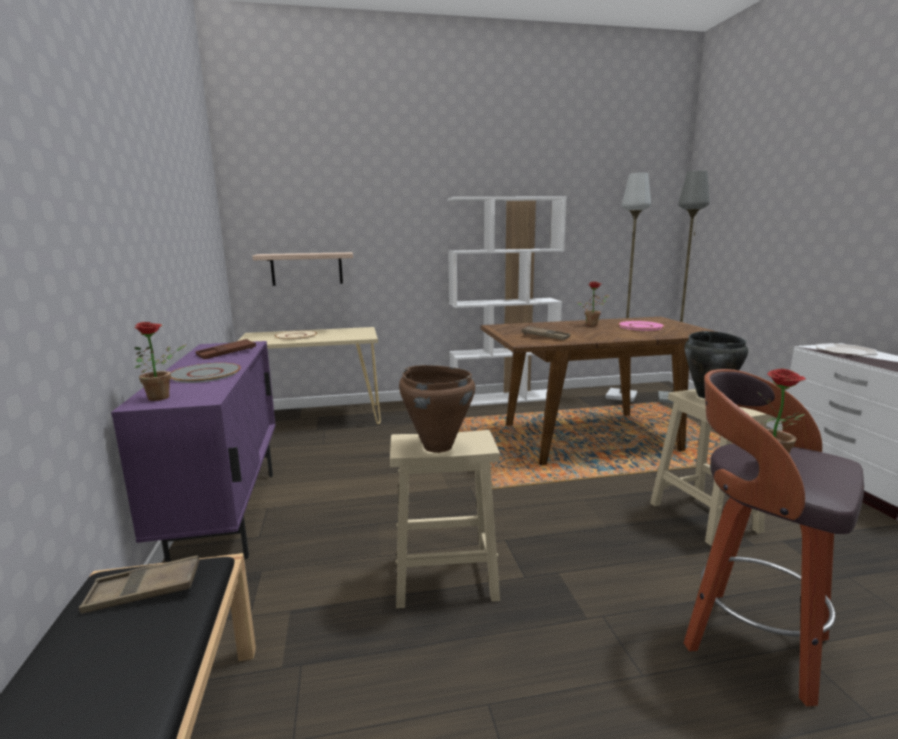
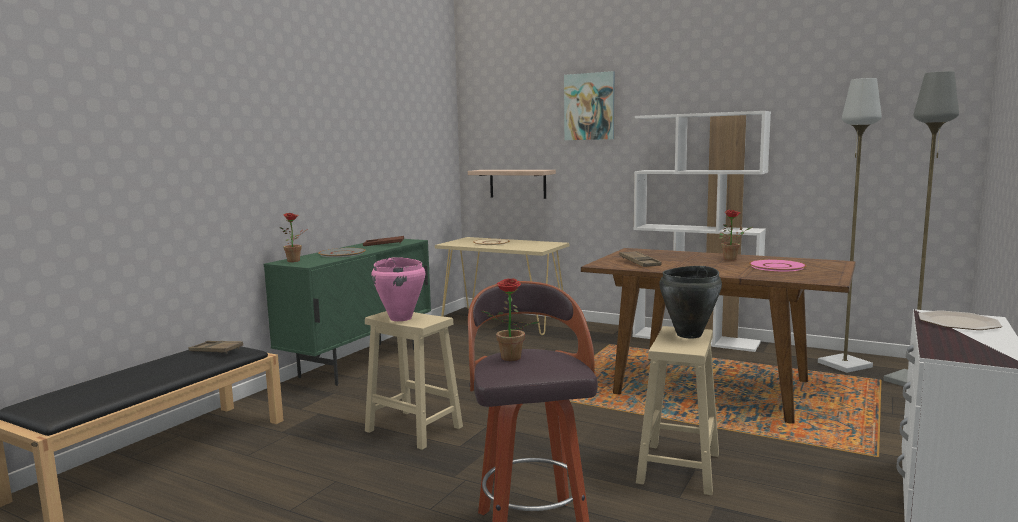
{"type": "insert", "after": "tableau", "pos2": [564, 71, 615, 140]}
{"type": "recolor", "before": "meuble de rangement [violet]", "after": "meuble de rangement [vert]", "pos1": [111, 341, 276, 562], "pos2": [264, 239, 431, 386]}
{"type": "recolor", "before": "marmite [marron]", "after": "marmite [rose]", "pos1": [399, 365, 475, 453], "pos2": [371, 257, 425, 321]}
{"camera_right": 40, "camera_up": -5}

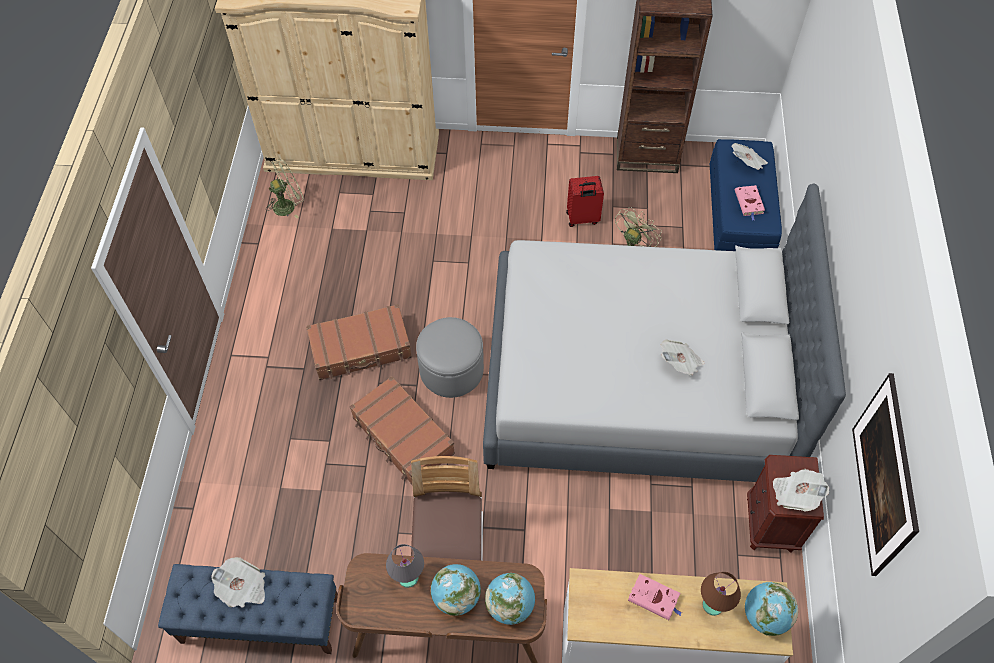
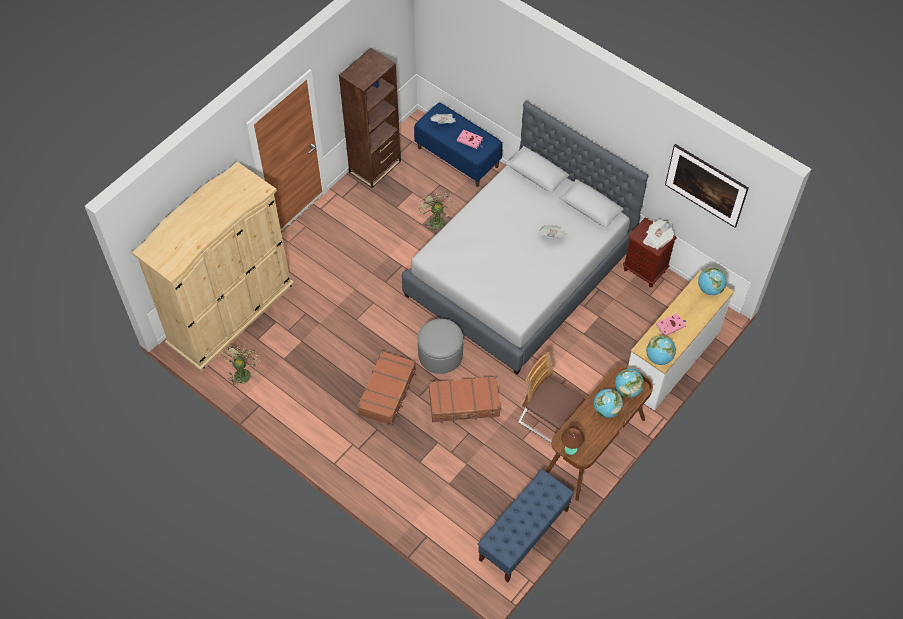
{"type": "delete", "before": "journal", "pos1": [211, 557, 265, 607]}
{"type": "delete", "before": "lampe de table [gris]", "pos1": [386, 544, 424, 588]}
{"type": "delete", "before": "valise [rouge]", "pos1": [566, 176, 604, 227]}
{"type": "insert", "after": "globe", "pos2": [646, 336, 676, 365]}
{"type": "move", "before": "lampe de table [marron]", "pos1": [701, 572, 741, 616], "pos2": [561, 425, 584, 455]}
{"camera_right": -55, "camera_up": 0}

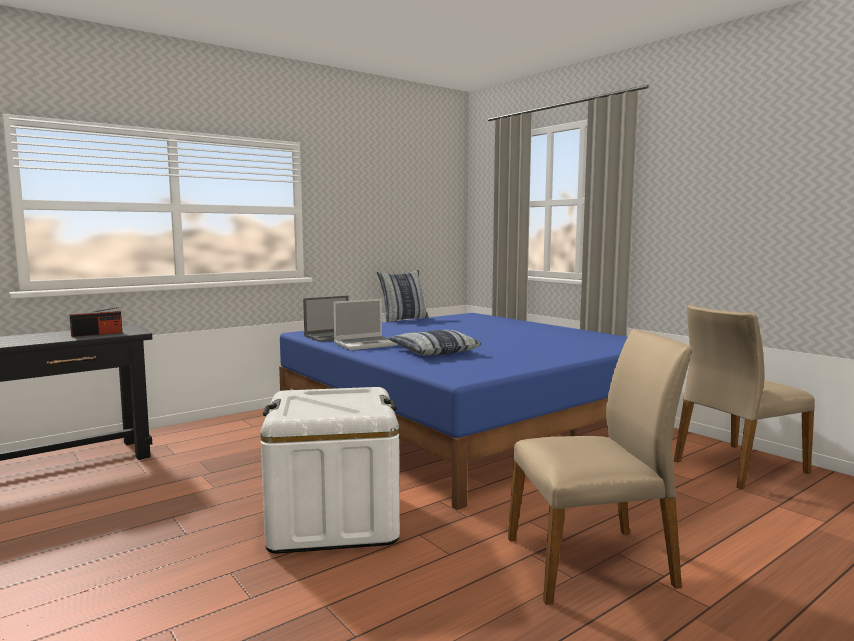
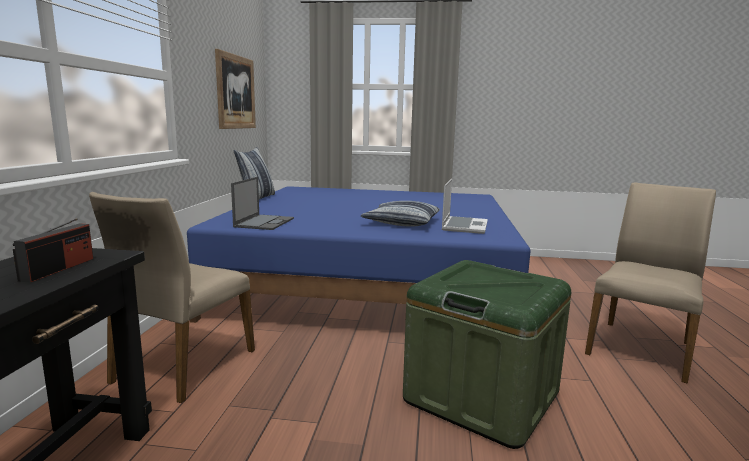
{"type": "insert", "after": "tableau", "pos2": [215, 49, 256, 129]}
{"type": "move", "before": "ordinateur portable", "pos1": [333, 299, 398, 350], "pos2": [442, 179, 488, 234]}
{"type": "move", "before": "chaise [beige]", "pos1": [674, 305, 815, 489], "pos2": [89, 192, 255, 403]}
{"type": "recolor", "before": "boîte de rangement [blanc]", "after": "boîte de rangement [vert]", "pos1": [260, 387, 400, 554], "pos2": [403, 260, 571, 449]}
{"camera_right": -45, "camera_up": 5}

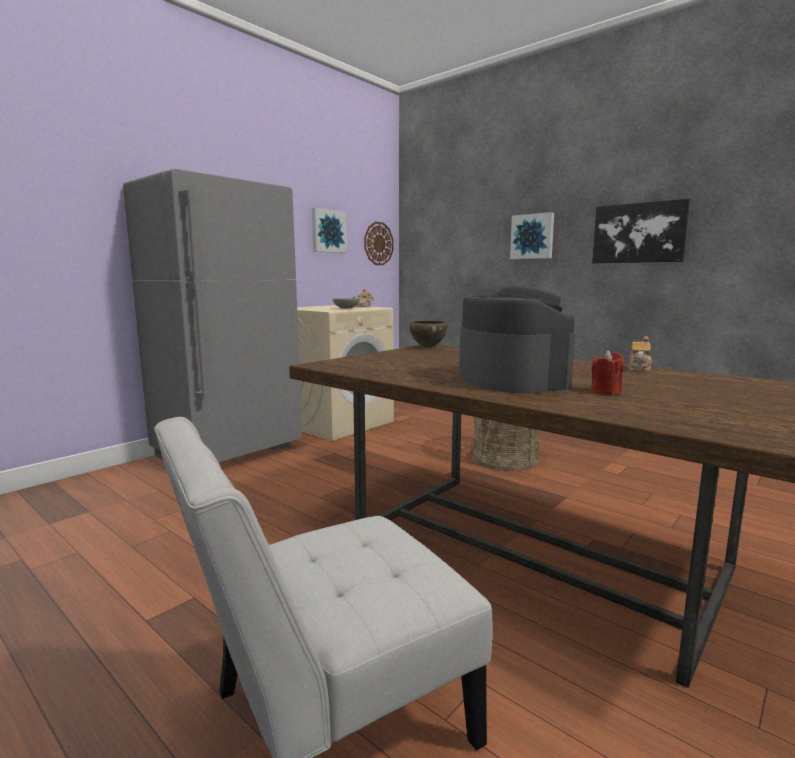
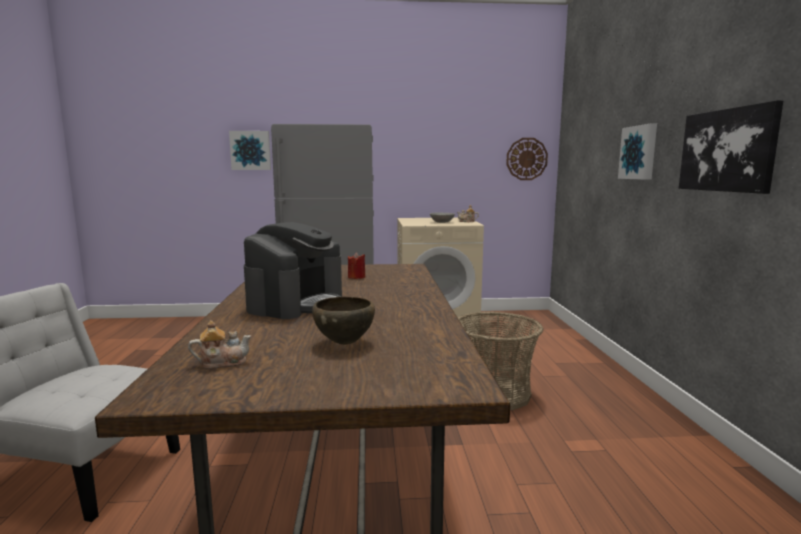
{"type": "move", "before": "tableau", "pos1": [312, 208, 347, 253], "pos2": [229, 131, 271, 170]}
{"type": "move", "before": "bol [marron]", "pos1": [410, 321, 447, 348], "pos2": [312, 297, 375, 345]}
{"type": "move", "before": "bougie [rouge]", "pos1": [591, 350, 624, 395], "pos2": [348, 252, 365, 279]}
{"type": "move", "before": "théière", "pos1": [627, 336, 652, 371], "pos2": [188, 320, 251, 369]}
{"camera_right": 45, "camera_up": 0}

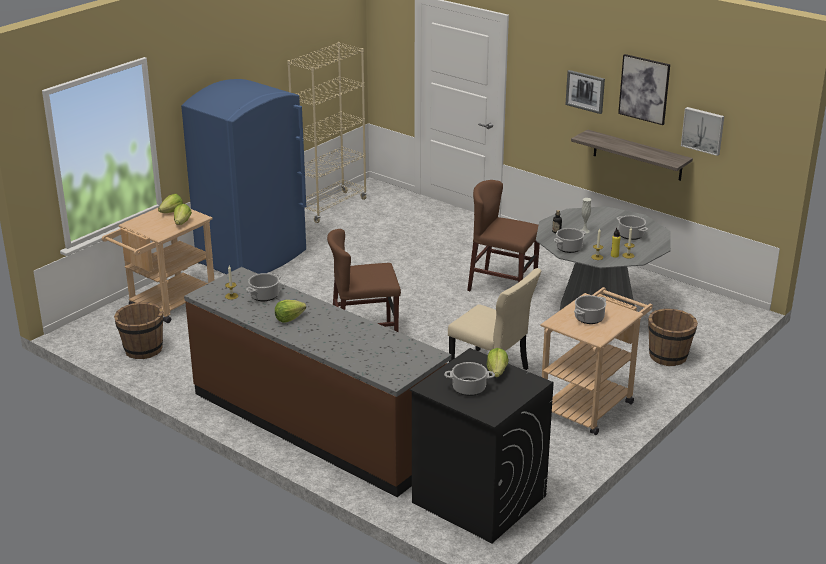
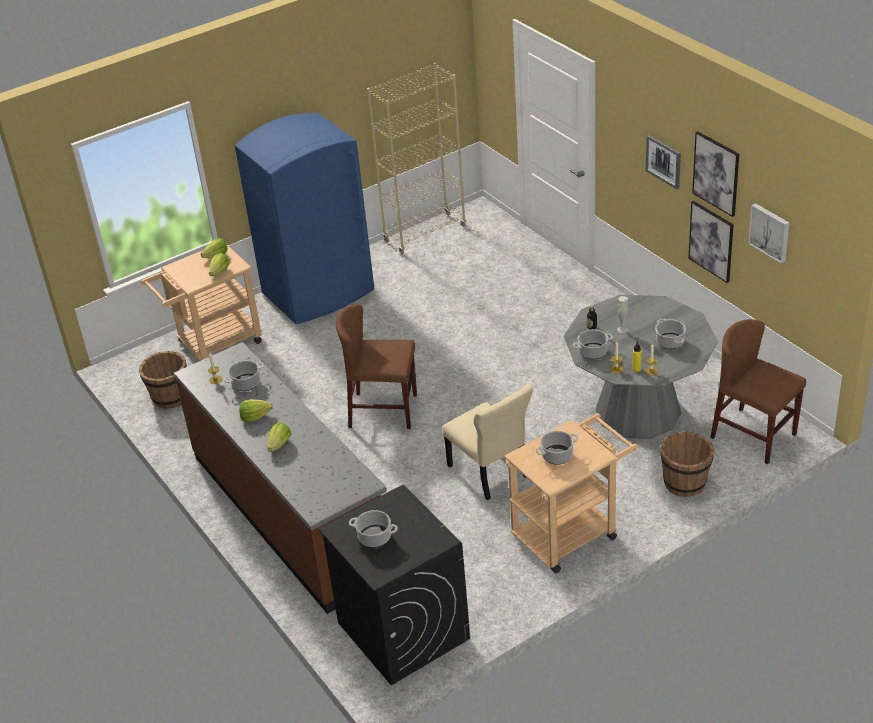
{"type": "move", "before": "chaise [marron]", "pos1": [467, 180, 540, 291], "pos2": [710, 319, 806, 464]}
{"type": "move", "before": "laitue", "pos1": [487, 348, 509, 377], "pos2": [267, 423, 291, 452]}
{"type": "replace", "before": "étagère", "after": "tableau", "pos1": [571, 130, 693, 181], "pos2": [688, 201, 734, 283]}
{"camera_right": 20, "camera_up": 10}

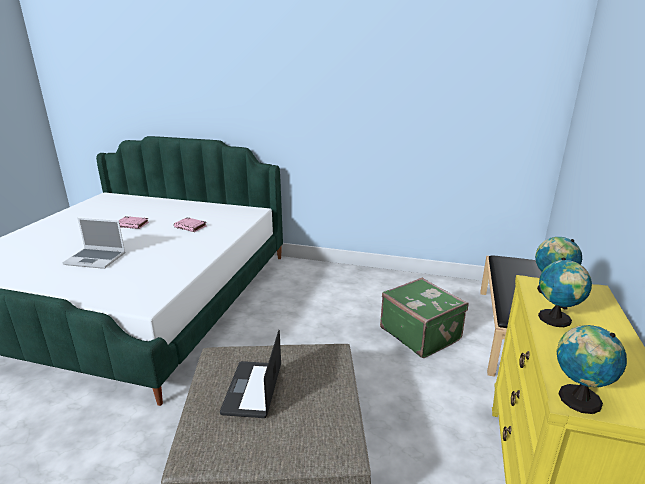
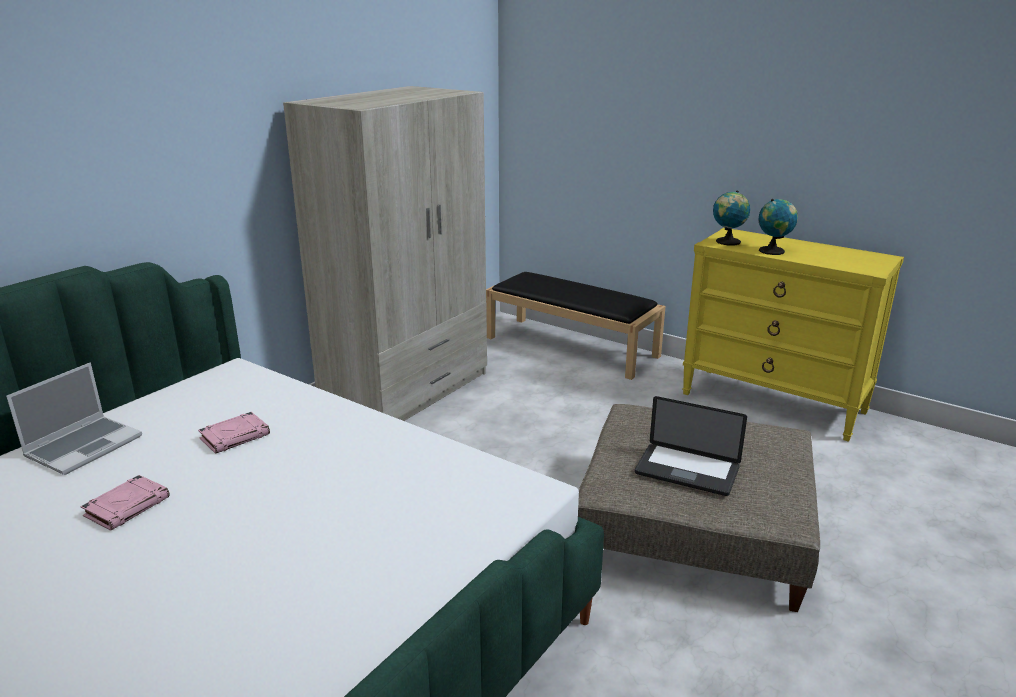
{"type": "delete", "before": "valise [vert]", "pos1": [380, 278, 468, 358]}
{"type": "delete", "before": "globe", "pos1": [557, 325, 627, 414]}
{"type": "insert", "after": "armoire [beige]", "pos2": [283, 86, 487, 421]}
{"type": "move", "before": "ordinateur portable", "pos1": [62, 218, 126, 269], "pos2": [6, 362, 142, 475]}
{"camera_right": -70, "camera_up": 0}

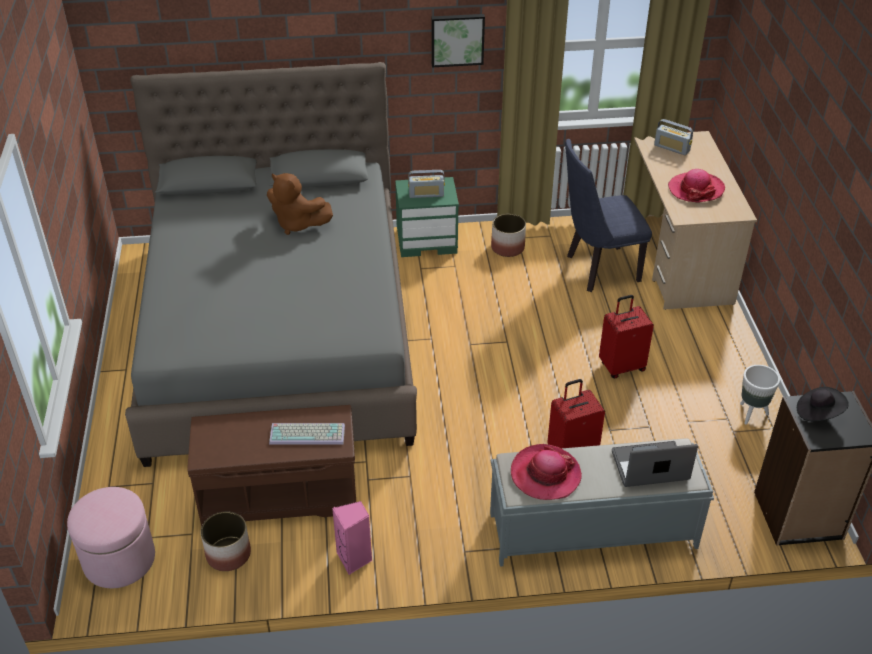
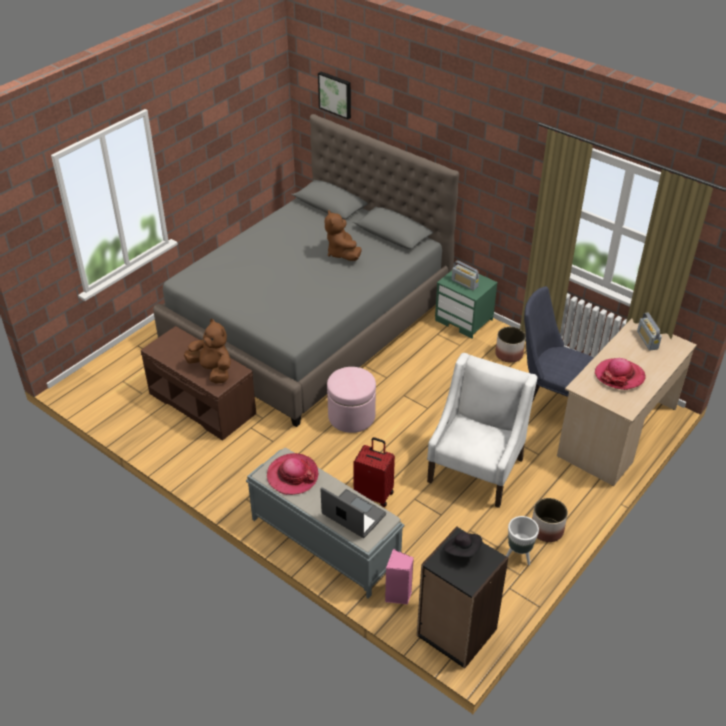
{"type": "move", "before": "pouf [rose]", "pos1": [67, 487, 155, 588], "pos2": [327, 367, 376, 433]}
{"type": "move", "before": "cache-pot", "pos1": [201, 511, 251, 571], "pos2": [532, 498, 568, 542]}
{"type": "move", "before": "enceinte [rose]", "pos1": [332, 501, 372, 575], "pos2": [385, 549, 414, 605]}
{"type": "move", "before": "tableau", "pos1": [431, 14, 485, 67], "pos2": [318, 72, 351, 120]}
{"type": "replace", "before": "clavier", "after": "peluche [marron]", "pos1": [269, 423, 345, 445], "pos2": [184, 319, 231, 383]}
{"type": "replace", "before": "valise [rouge]", "after": "fauteuil [blanc]", "pos1": [599, 295, 654, 378], "pos2": [427, 353, 537, 508]}
{"camera_right": 45, "camera_up": 0}

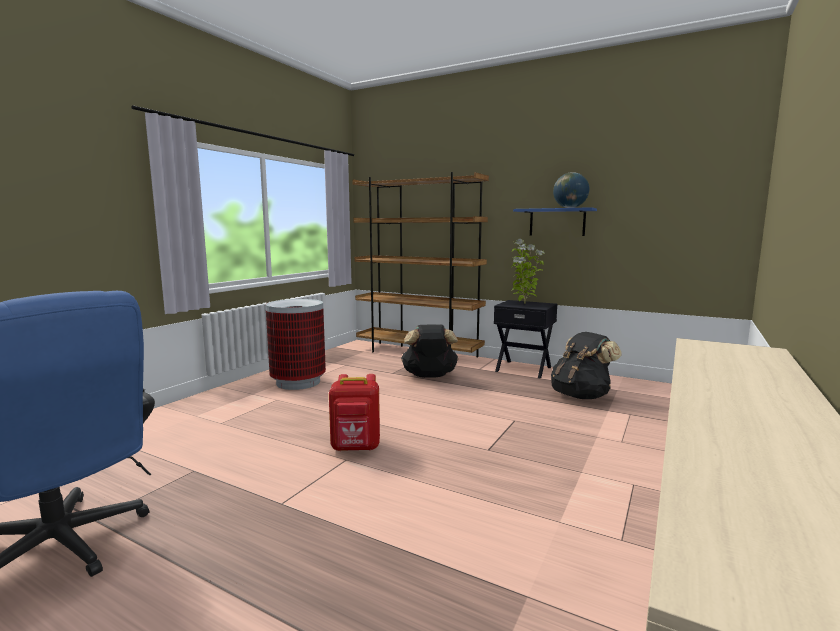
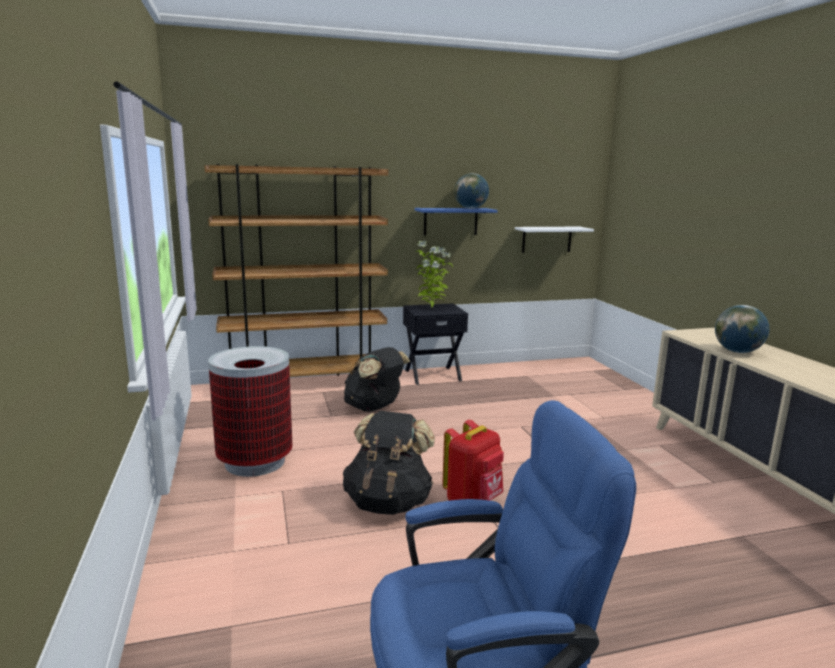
{"type": "insert", "after": "étagère [blanc]", "pos2": [515, 227, 594, 253]}
{"type": "insert", "after": "globe", "pos2": [715, 305, 769, 353]}
{"type": "move", "before": "sac à dos [noir]", "pos1": [551, 332, 622, 399], "pos2": [343, 411, 435, 515]}
{"camera_right": -45, "camera_up": 5}

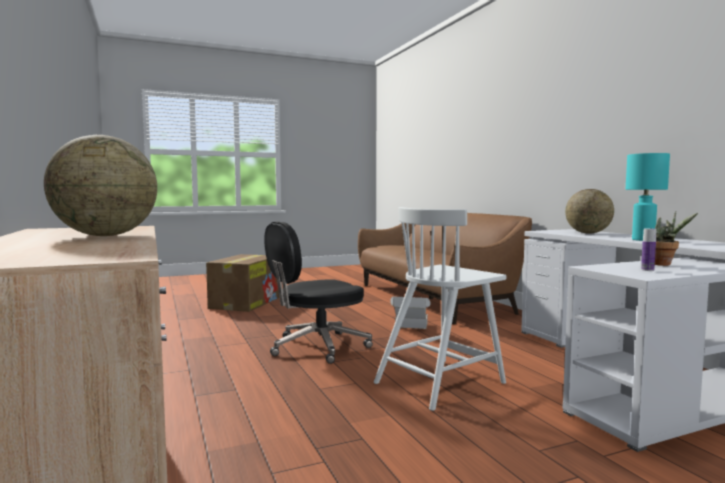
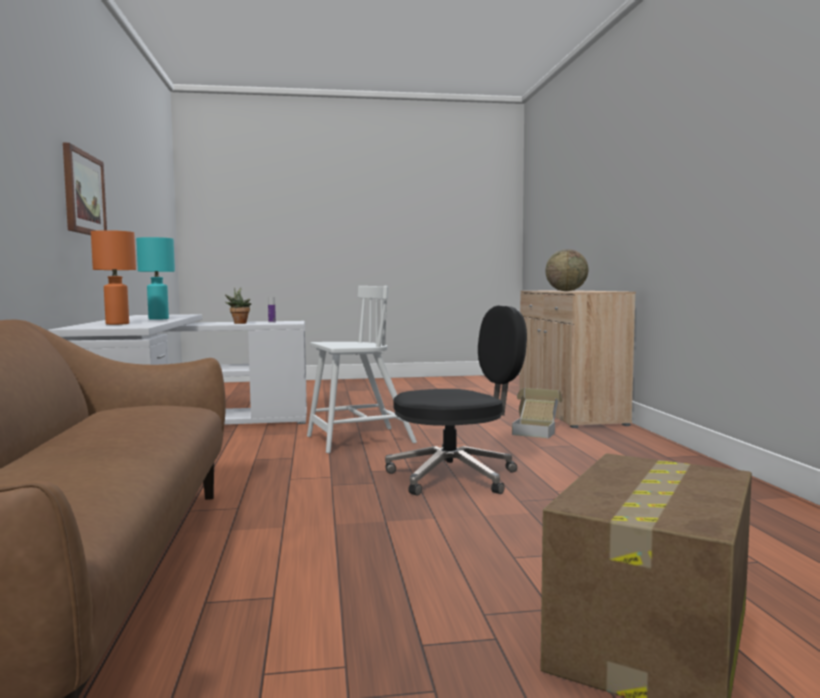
{"type": "insert", "after": "tableau", "pos2": [63, 143, 107, 235]}
{"type": "move", "before": "carton", "pos1": [390, 297, 431, 329], "pos2": [512, 388, 562, 439]}
{"type": "replace", "before": "globe", "after": "lampe de table [orange]", "pos1": [565, 189, 614, 234], "pos2": [91, 230, 136, 325]}
{"camera_right": -165, "camera_up": 0}

